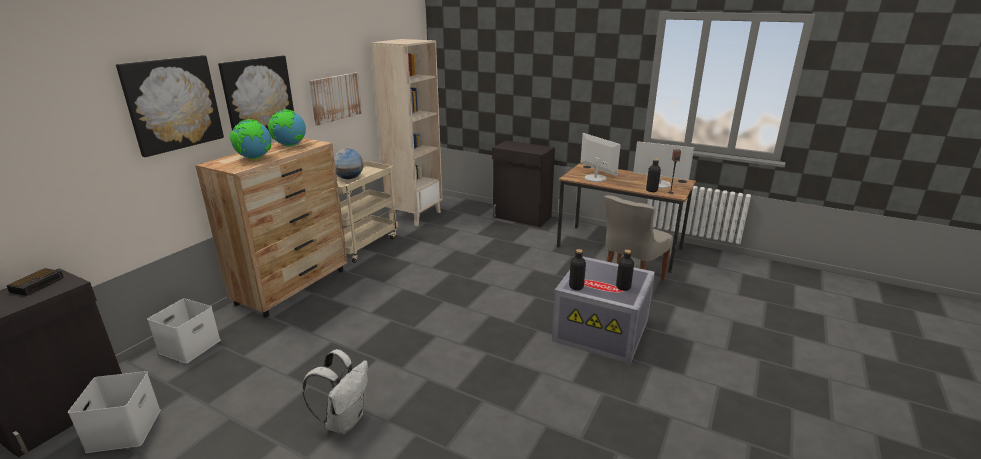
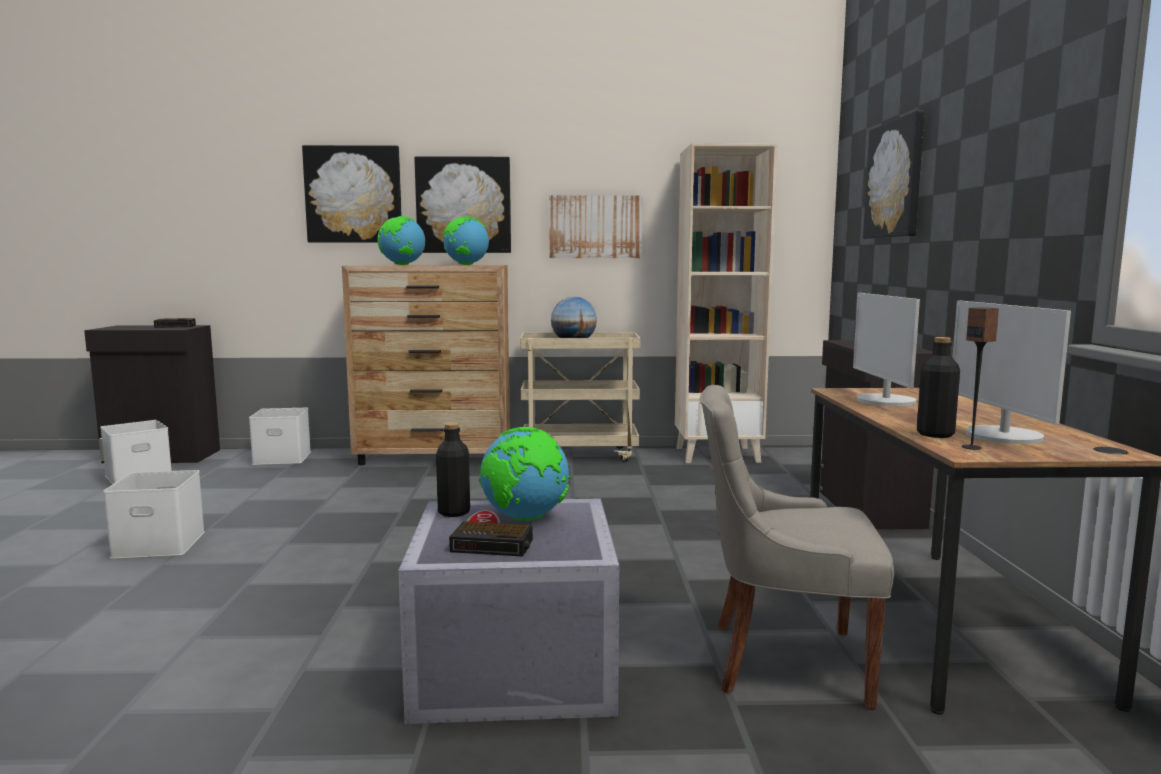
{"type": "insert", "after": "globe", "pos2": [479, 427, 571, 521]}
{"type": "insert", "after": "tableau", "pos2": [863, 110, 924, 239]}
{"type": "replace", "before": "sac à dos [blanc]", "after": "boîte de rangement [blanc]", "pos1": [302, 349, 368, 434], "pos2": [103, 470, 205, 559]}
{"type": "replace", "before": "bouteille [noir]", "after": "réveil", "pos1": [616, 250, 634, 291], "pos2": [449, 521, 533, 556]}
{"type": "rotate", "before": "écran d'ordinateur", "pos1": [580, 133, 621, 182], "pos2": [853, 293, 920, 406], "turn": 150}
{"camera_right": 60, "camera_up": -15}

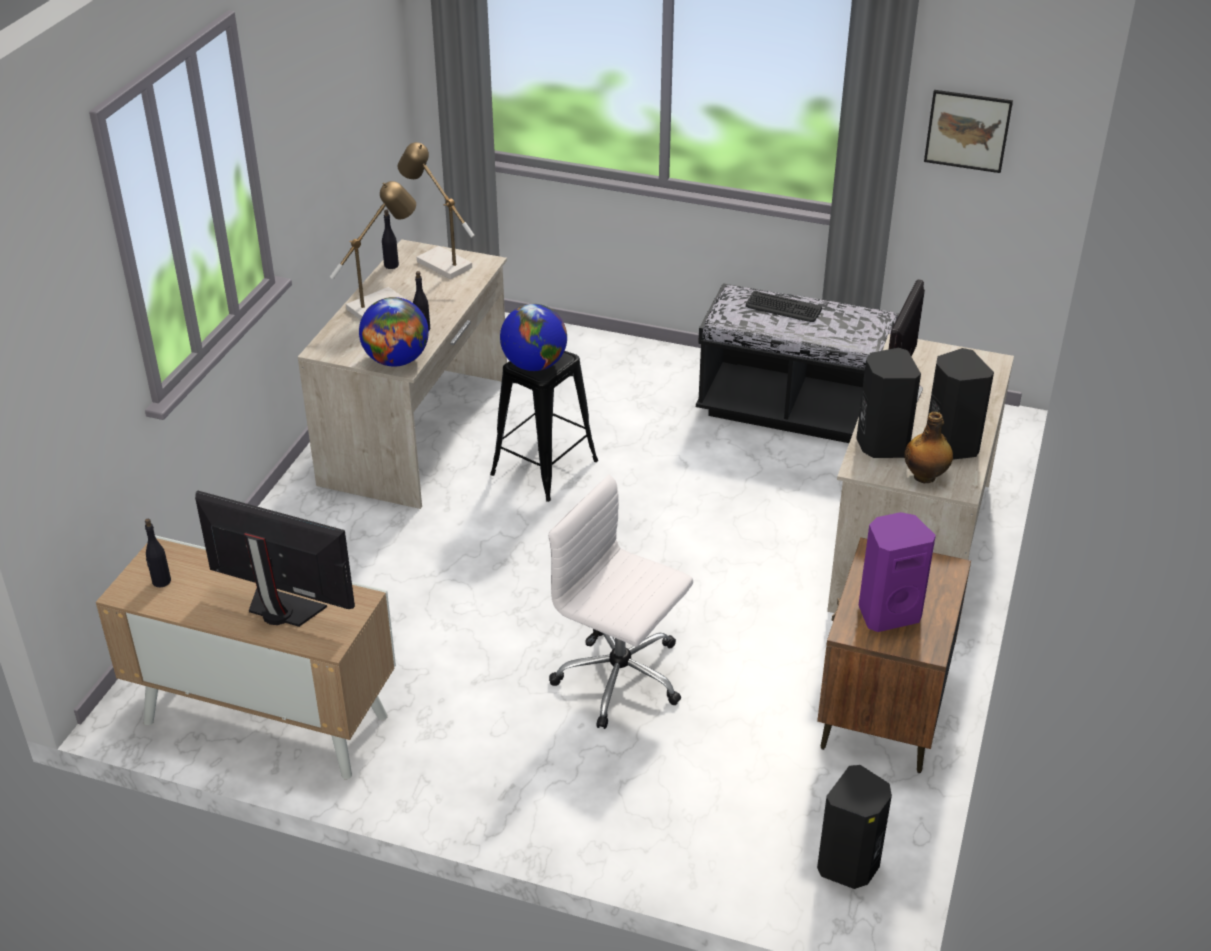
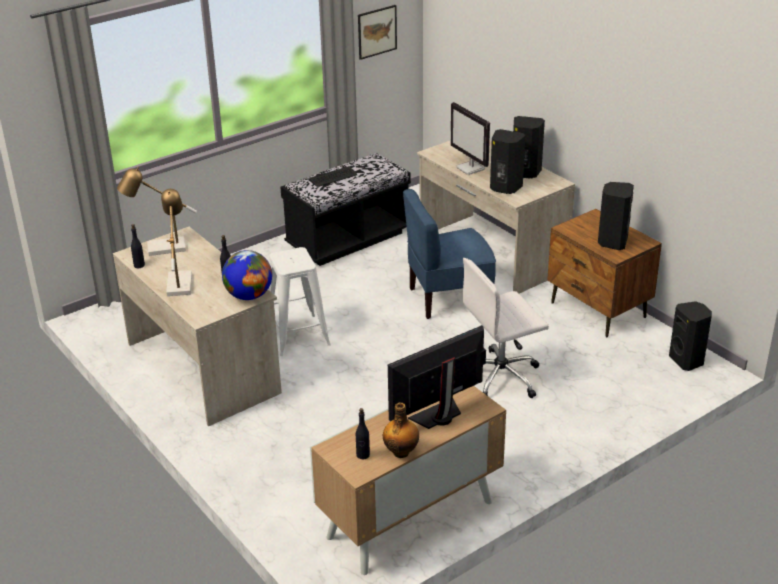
{"type": "delete", "before": "globe", "pos1": [500, 304, 567, 371]}
{"type": "insert", "after": "chaise [bleu]", "pos2": [403, 189, 496, 319]}
{"type": "move", "before": "bouteille", "pos1": [904, 412, 953, 484], "pos2": [383, 403, 419, 458]}
{"type": "recolor", "before": "tabouret [noir]", "after": "tabouret [blanc]", "pos1": [490, 351, 598, 502], "pos2": [268, 247, 331, 356]}
{"type": "recolor", "before": "enceinte [violet]", "after": "enceinte [noir]", "pos1": [859, 512, 936, 632], "pos2": [598, 182, 634, 250]}
{"camera_right": -55, "camera_up": -5}

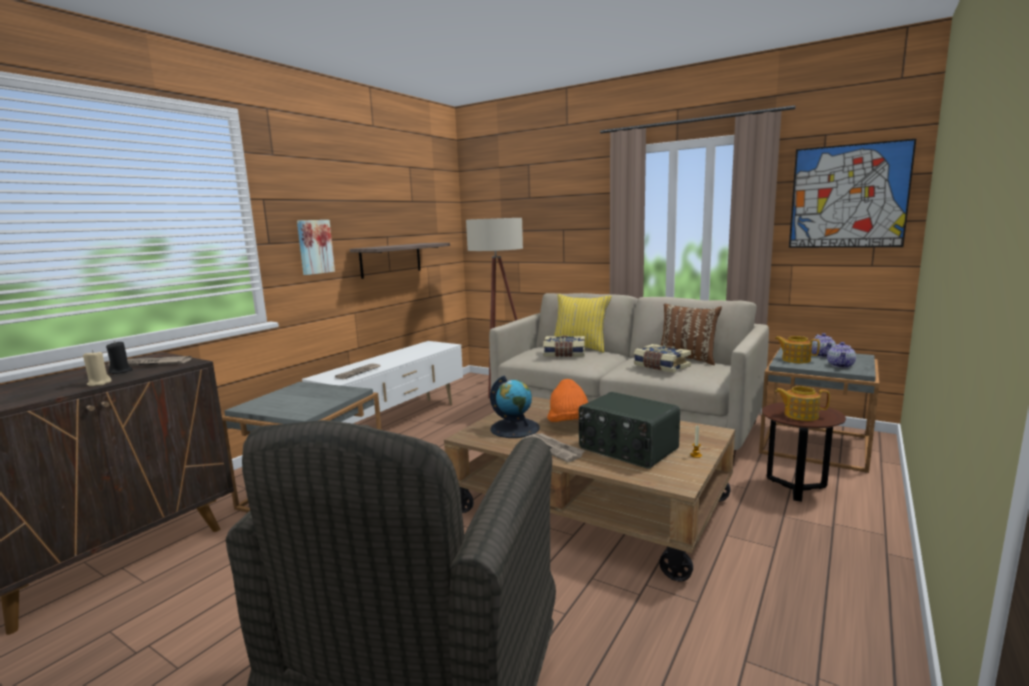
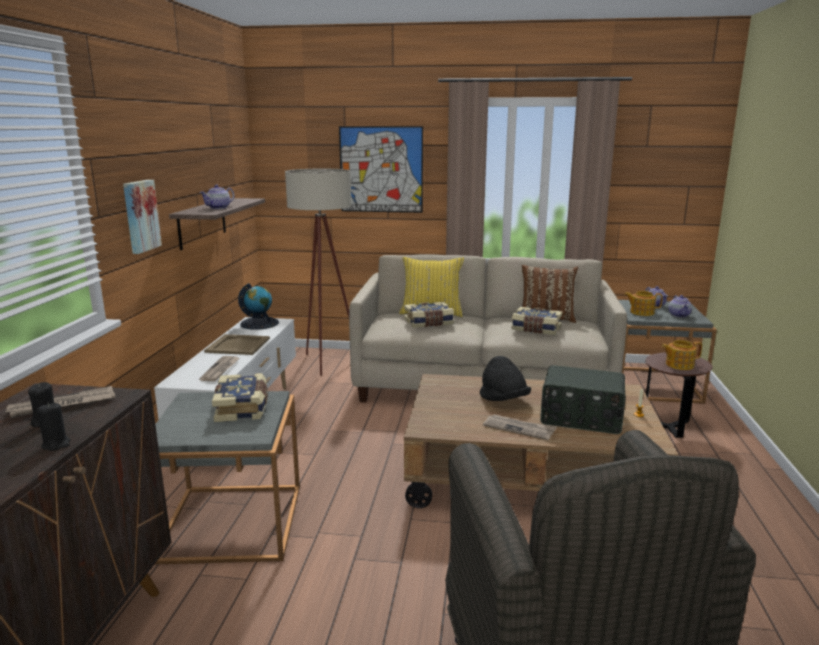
{"type": "insert", "after": "théière", "pos2": [200, 184, 235, 209]}
{"type": "insert", "after": "plateau [beige]", "pos2": [204, 334, 270, 355]}
{"type": "insert", "after": "livre", "pos2": [212, 373, 268, 422]}
{"type": "move", "before": "globe", "pos1": [490, 376, 540, 438], "pos2": [238, 283, 279, 330]}
{"type": "move", "before": "tableau", "pos1": [789, 139, 916, 248], "pos2": [339, 126, 423, 213]}
{"type": "recolor", "before": "bougie [beige]", "after": "bougie [noir]", "pos1": [83, 350, 112, 386], "pos2": [37, 402, 71, 451]}
{"type": "recolor", "before": "chapeau [orange]", "after": "chapeau [noir]", "pos1": [547, 379, 588, 422], "pos2": [480, 356, 531, 401]}
{"camera_right": -25, "camera_up": 5}

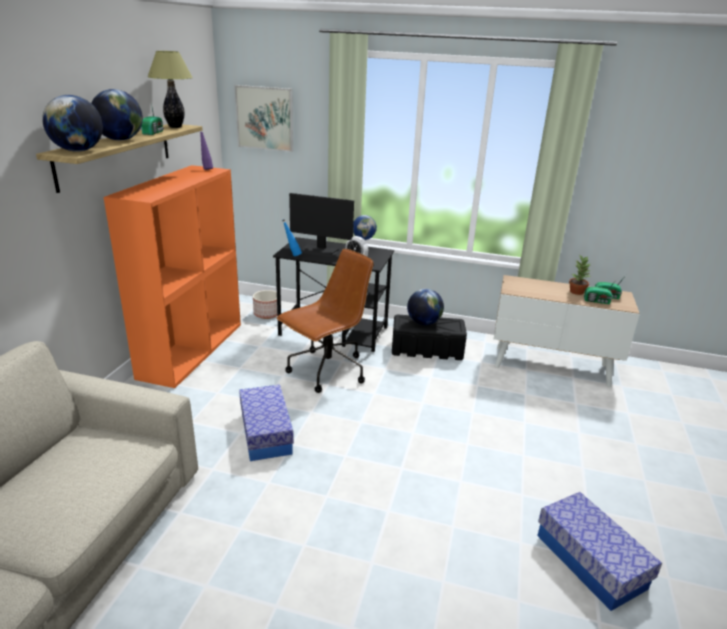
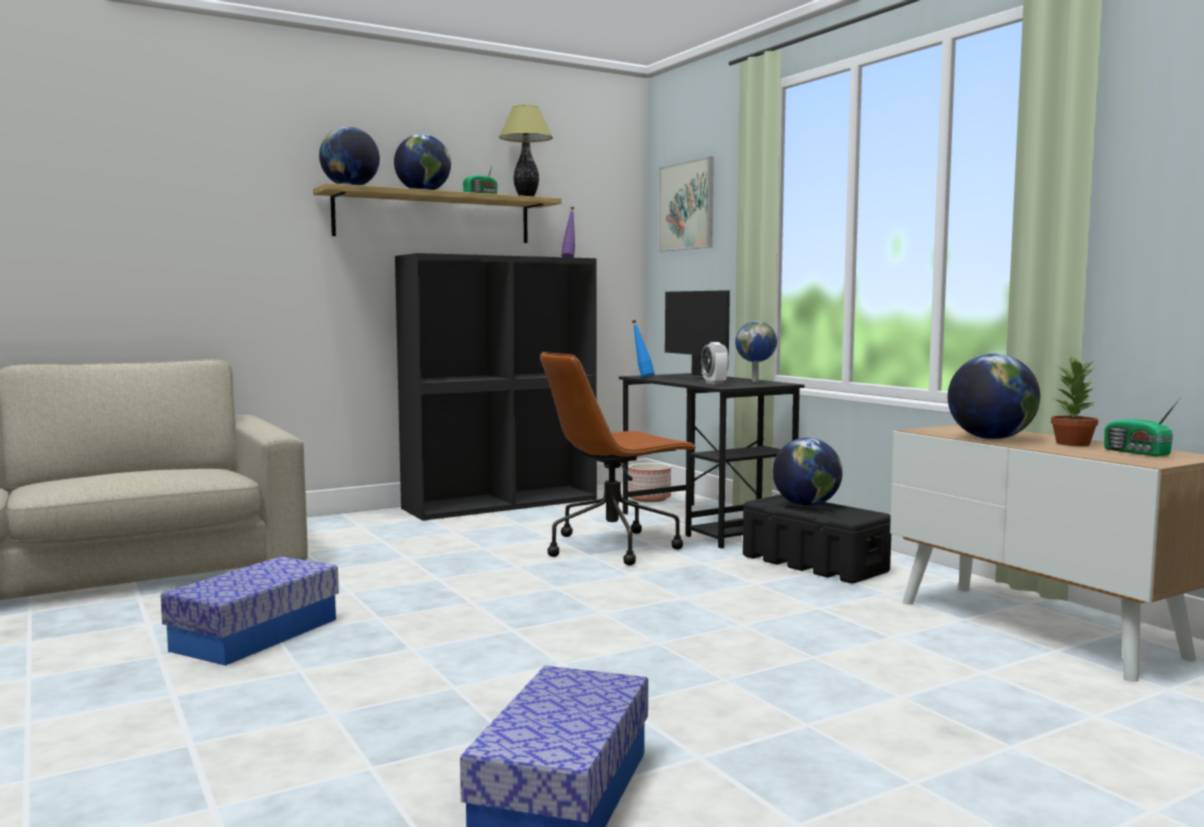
{"type": "delete", "before": "radio", "pos1": [584, 279, 617, 304]}
{"type": "insert", "after": "globe", "pos2": [948, 354, 1040, 439]}
{"type": "move", "before": "boîte de rangement", "pos1": [239, 385, 294, 461], "pos2": [161, 556, 339, 666]}
{"type": "recolor", "before": "bibliothèque [orange]", "after": "bibliothèque [noir]", "pos1": [104, 165, 241, 388], "pos2": [395, 253, 597, 521]}
{"type": "rotate", "before": "chaise de bureau [marron]", "pos1": [276, 249, 374, 393], "pos2": [540, 352, 696, 565], "turn": 150}
{"camera_right": 45, "camera_up": -20}

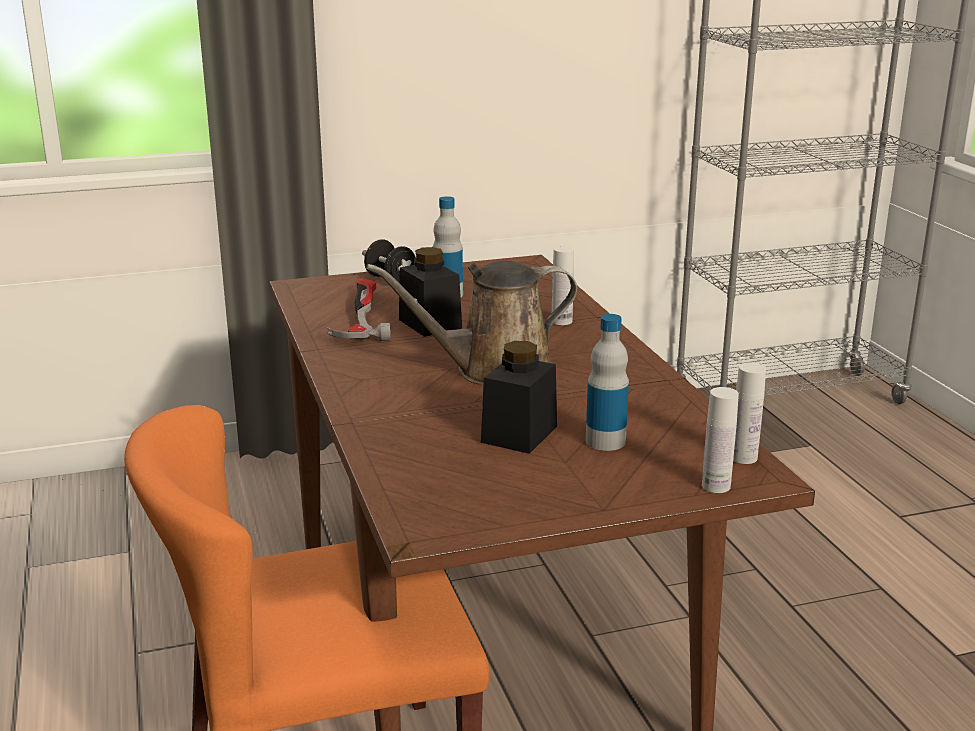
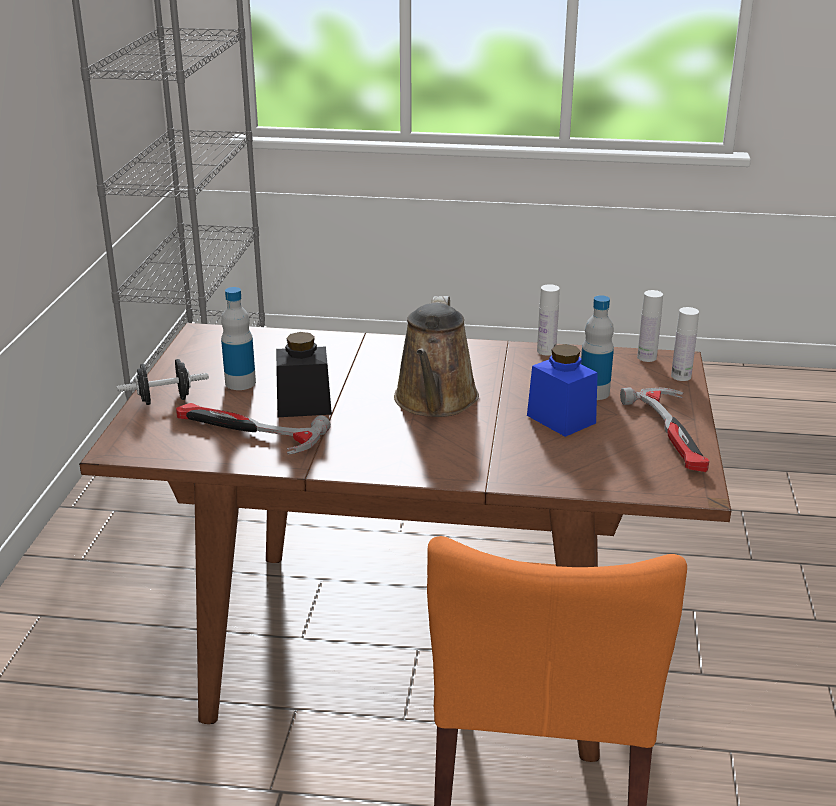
{"type": "insert", "after": "marteau", "pos2": [620, 387, 709, 472]}
{"type": "move", "before": "bouteille [blanc]", "pos1": [552, 246, 574, 325], "pos2": [537, 284, 560, 356]}
{"type": "recolor", "before": "bocal [noir]", "after": "bocal [bleu]", "pos1": [481, 341, 557, 454], "pos2": [527, 344, 598, 437]}
{"camera_right": -65, "camera_up": 5}

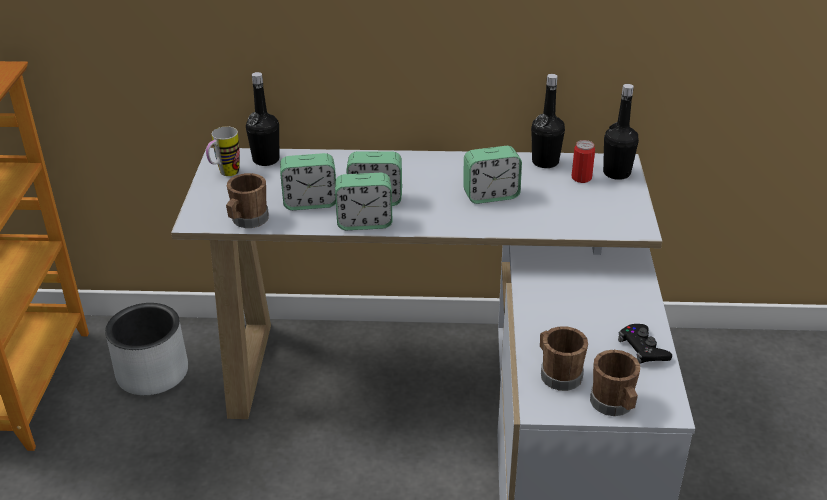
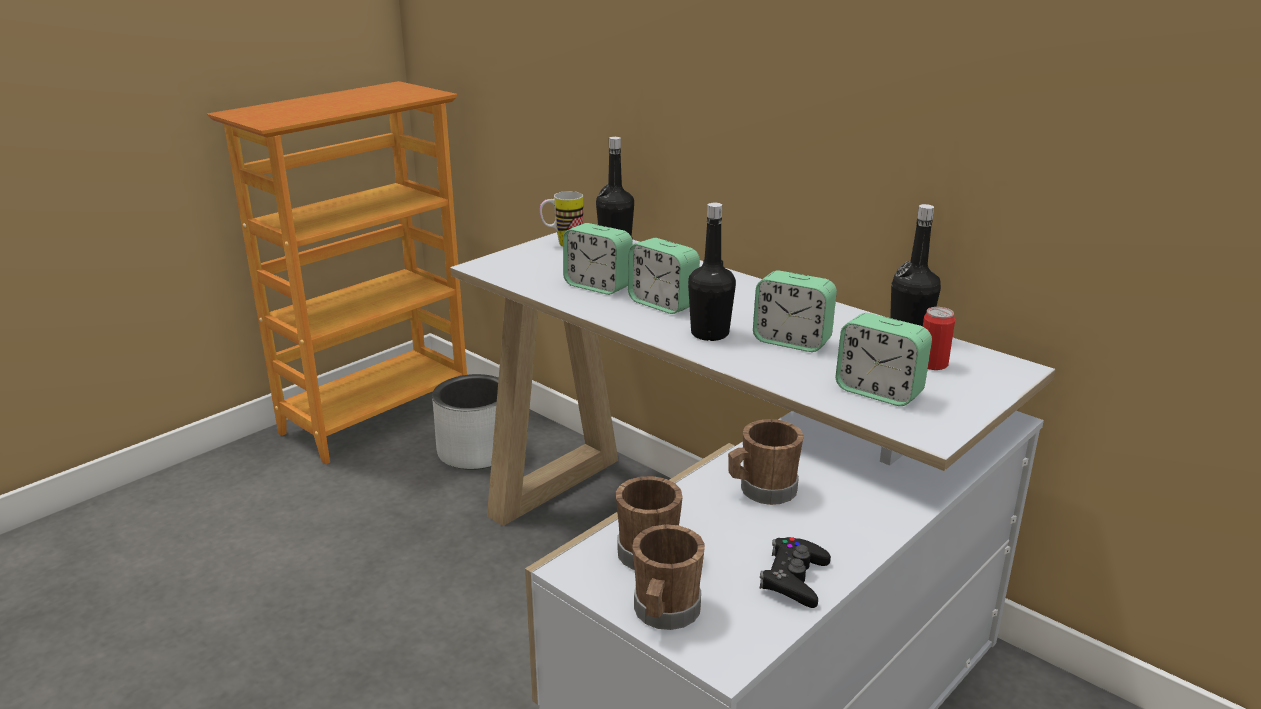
{"type": "move", "before": "mug [marron]", "pos1": [226, 173, 269, 228], "pos2": [728, 419, 804, 505]}
{"type": "move", "before": "réveil", "pos1": [335, 173, 392, 230], "pos2": [836, 313, 932, 406]}
{"type": "move", "before": "bouteille [noir]", "pos1": [603, 84, 639, 180], "pos2": [688, 203, 736, 341]}
{"camera_right": 40, "camera_up": -10}

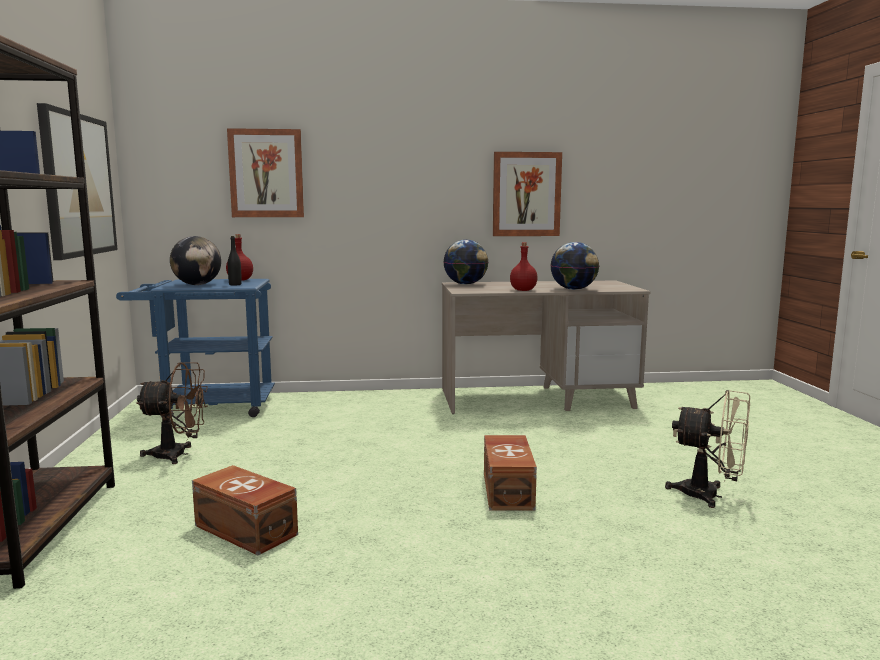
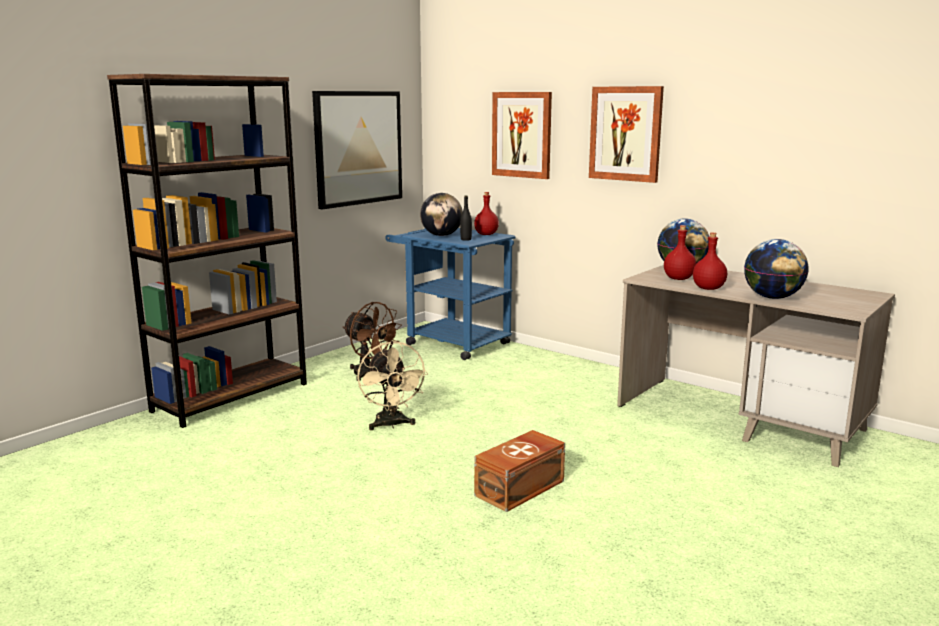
{"type": "delete", "before": "boîte de rangement [marron]", "pos1": [192, 465, 298, 555]}
{"type": "insert", "after": "bouteille [rouge]", "pos2": [664, 225, 696, 280]}
{"type": "move", "before": "tableau", "pos1": [493, 152, 562, 236], "pos2": [589, 86, 664, 183]}
{"type": "move", "before": "ventilateur [beige]", "pos1": [665, 390, 750, 508], "pos2": [357, 341, 428, 430]}
{"camera_right": 45, "camera_up": 5}

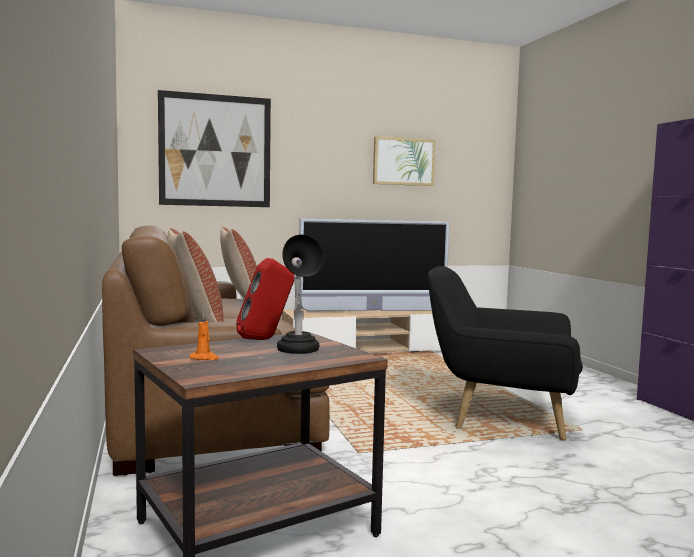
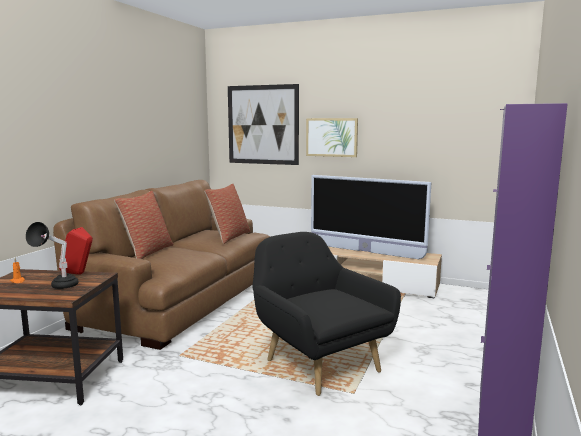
{"type": "move", "before": "tableau", "pos1": [373, 136, 436, 186], "pos2": [306, 118, 358, 157]}
{"camera_right": 40, "camera_up": 5}

